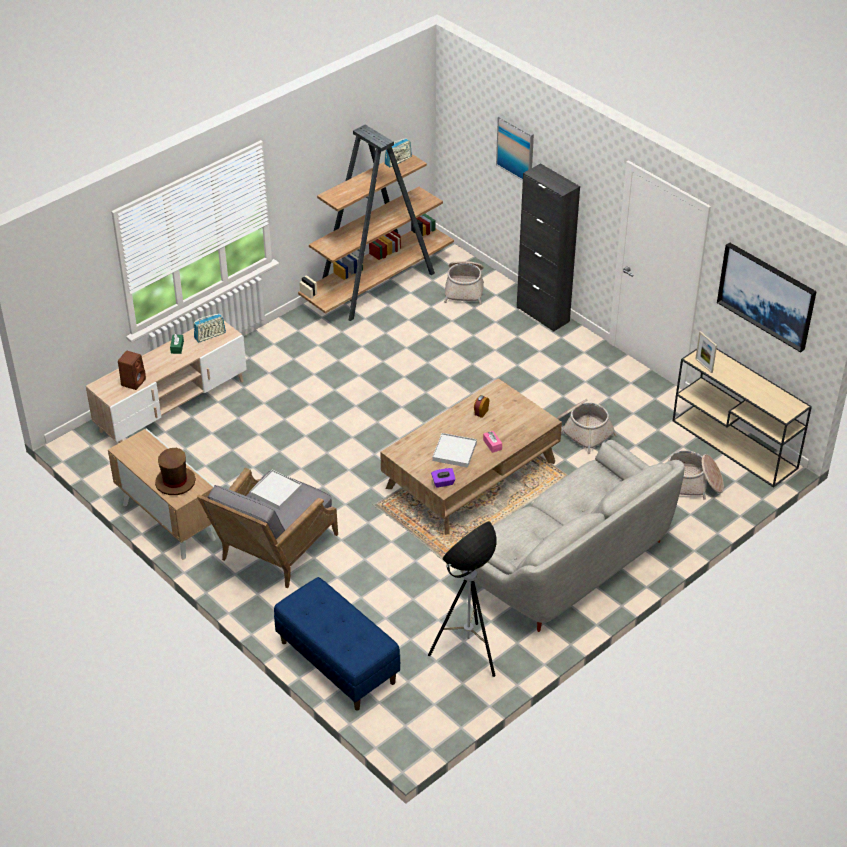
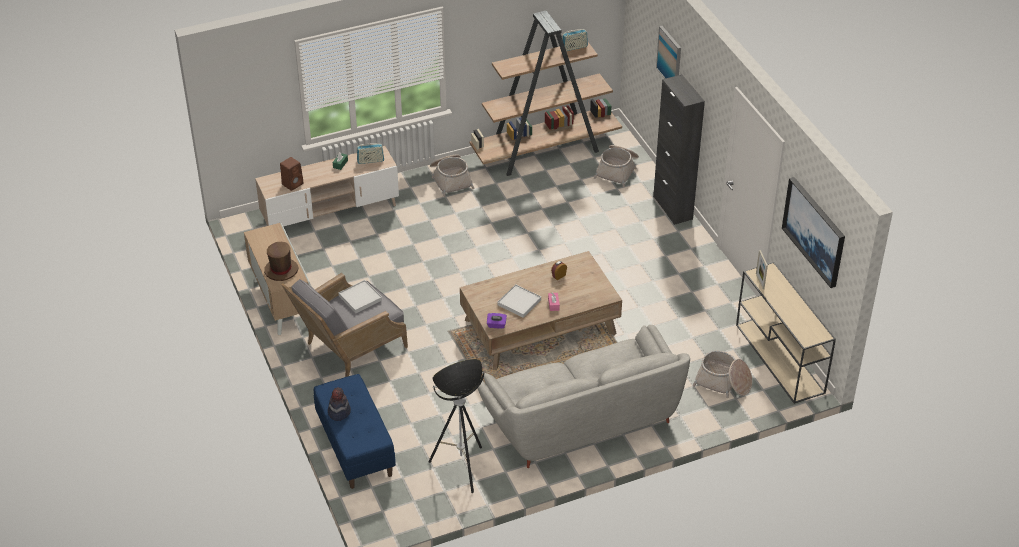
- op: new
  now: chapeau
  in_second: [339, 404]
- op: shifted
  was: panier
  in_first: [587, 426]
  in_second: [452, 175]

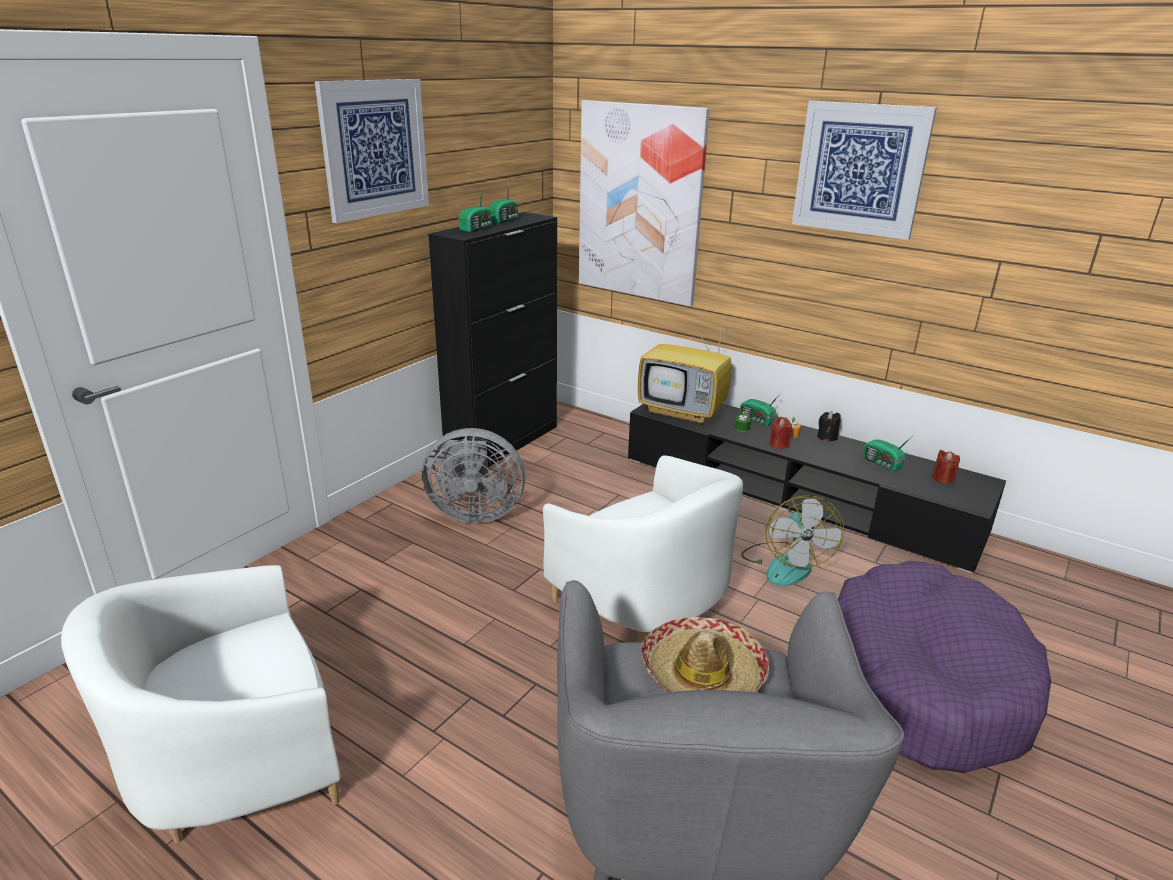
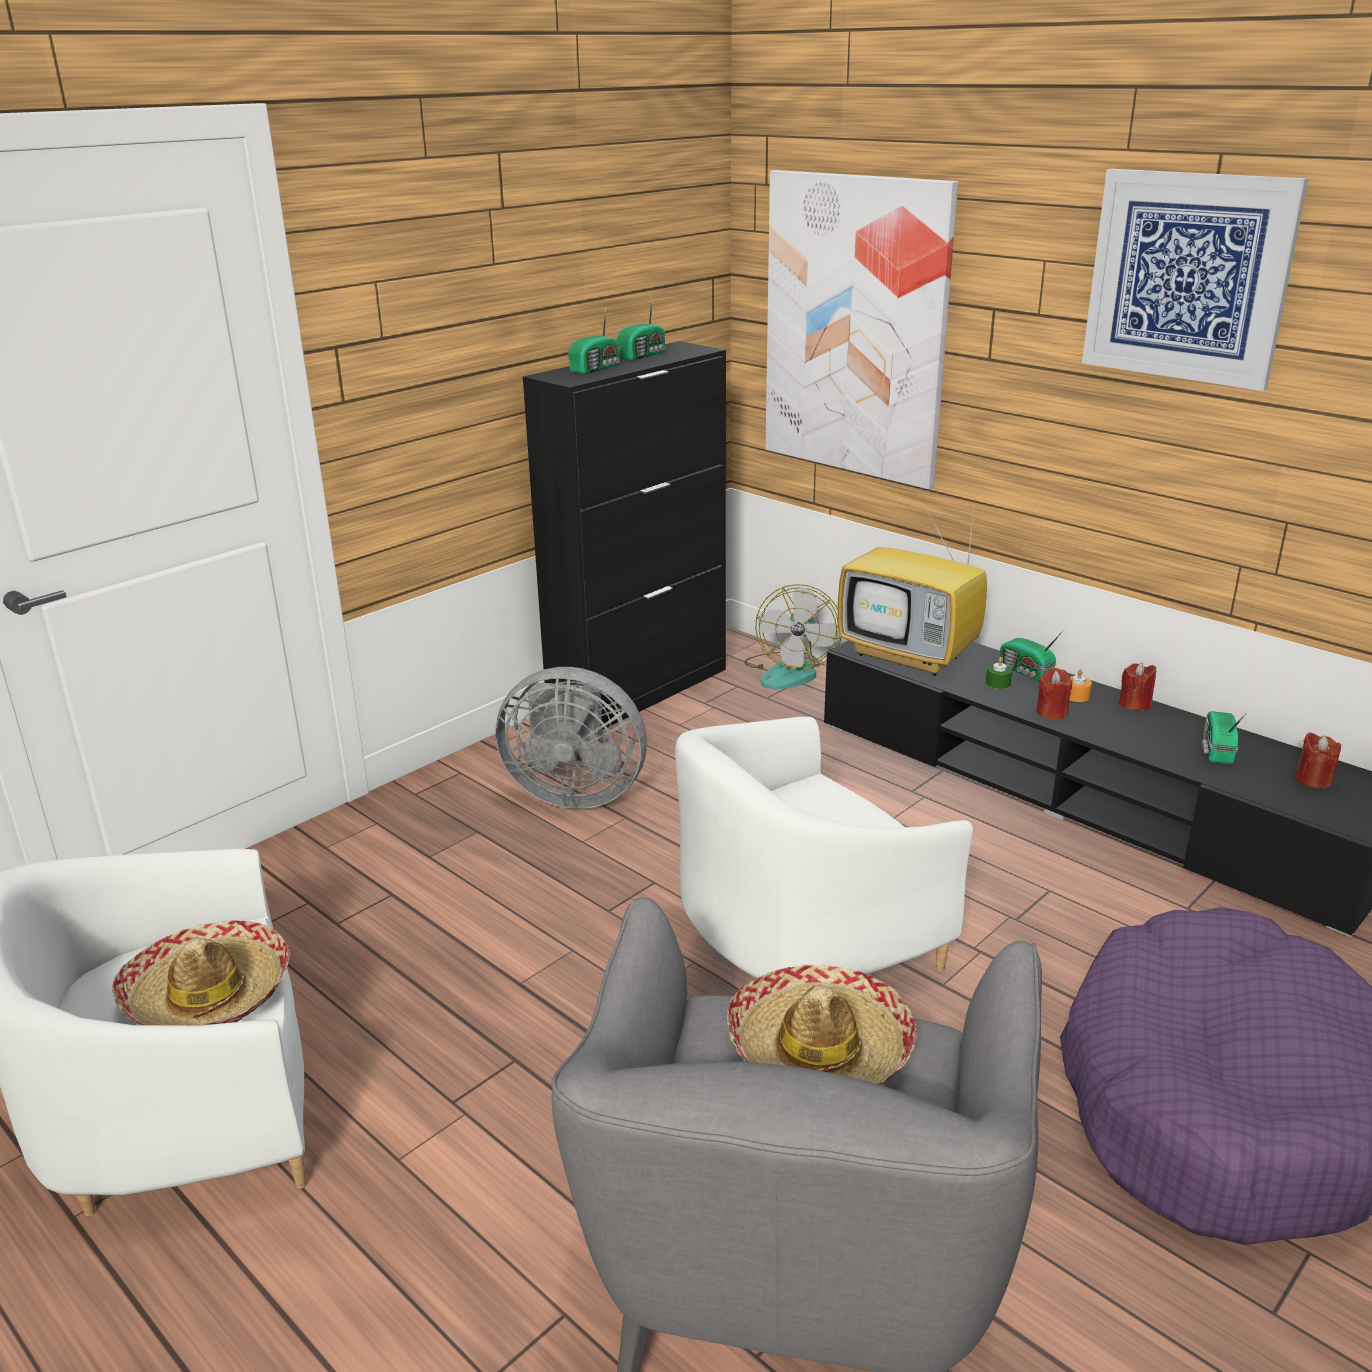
- op: new
  now: chapeau
  in_second: [201, 972]
- op: rotated
  was: fauteuil/blanc
  in_first: [643, 548]
  in_second: [824, 847]
  clockwise: 90
- op: shifted
  was: ventilateur
  in_first: [792, 540]
  in_second: [793, 636]
- op: repainted
  was: bougie/noir
  now: bougie/rouge
  in_first: [829, 426]
  in_second: [1137, 686]
- op: rotated
  was: radio
  in_first: [887, 454]
  in_second: [1224, 737]
  clockwise: 45
- op: gone
  was: tableau
  in_first: [372, 151]

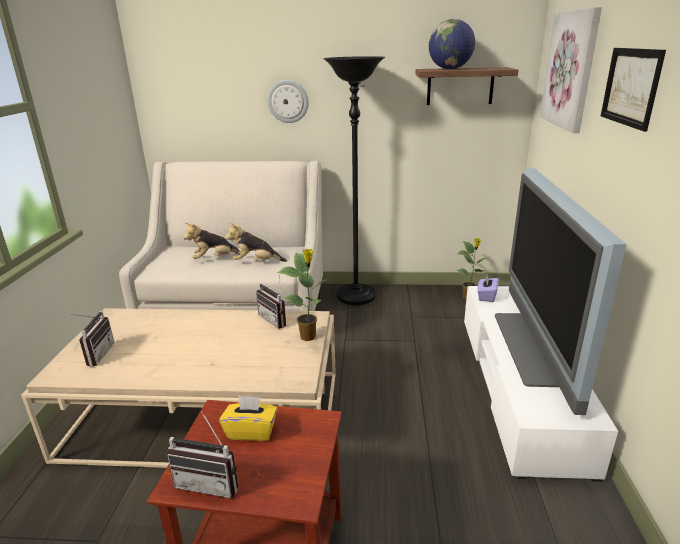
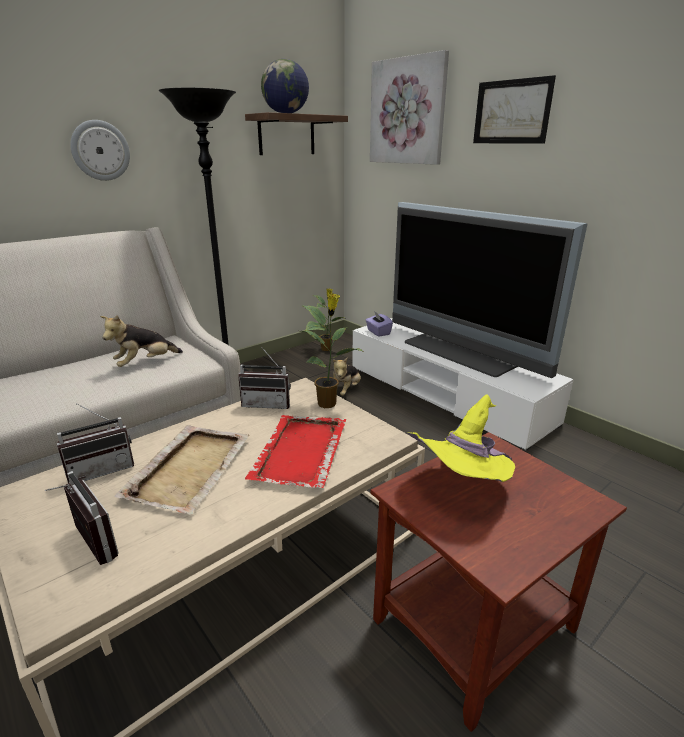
- op: shifted
  was: radio
  in_first: [202, 454]
  in_second: [95, 443]
- op: new
  now: plateau/beige
  in_second: [181, 470]
- op: new
  now: plateau/rouge
  in_second: [295, 451]
- op: shifted
  was: peluche
  in_first: [212, 241]
  in_second: [347, 377]
- op: swapped
  was: boîte à mouchoirs/jaune
  now: chapeau/jaune
  in_first: [248, 418]
  in_second: [461, 438]

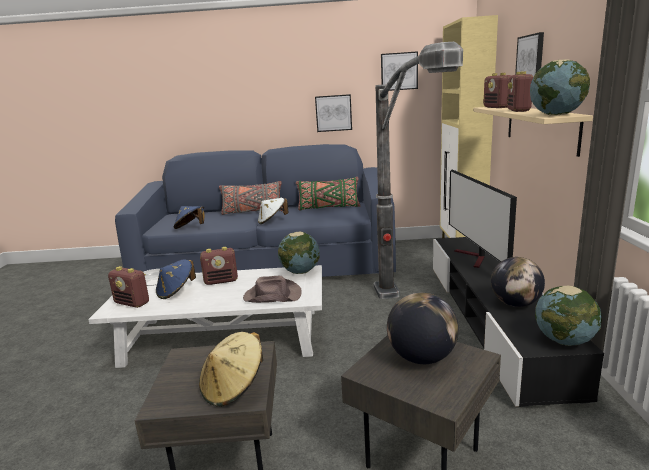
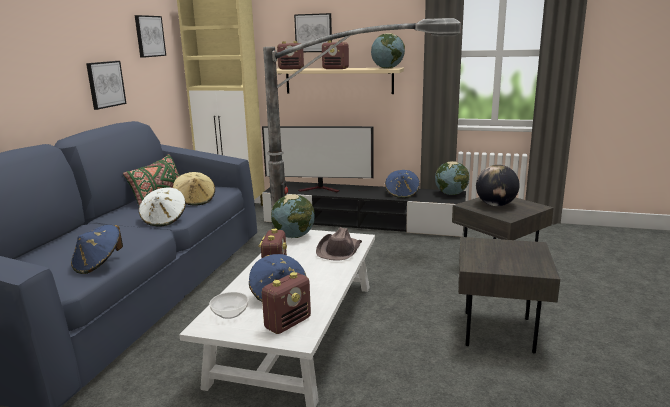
- op: shifted
  was: chapeau/beige
  in_first: [231, 369]
  in_second: [194, 189]
- op: swapped
  was: globe
  now: chapeau/bleu
  in_first: [518, 282]
  in_second: [402, 184]
- op: gone
  was: coussin/gris
  in_first: [251, 198]

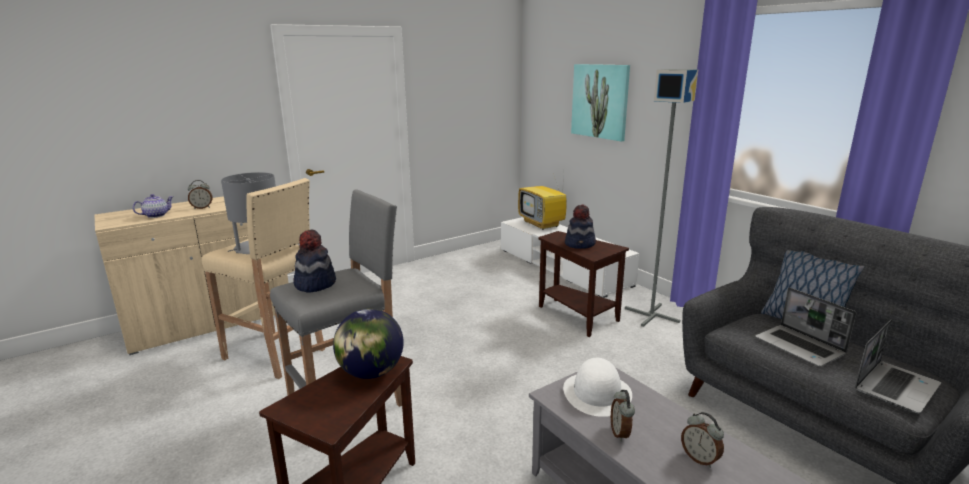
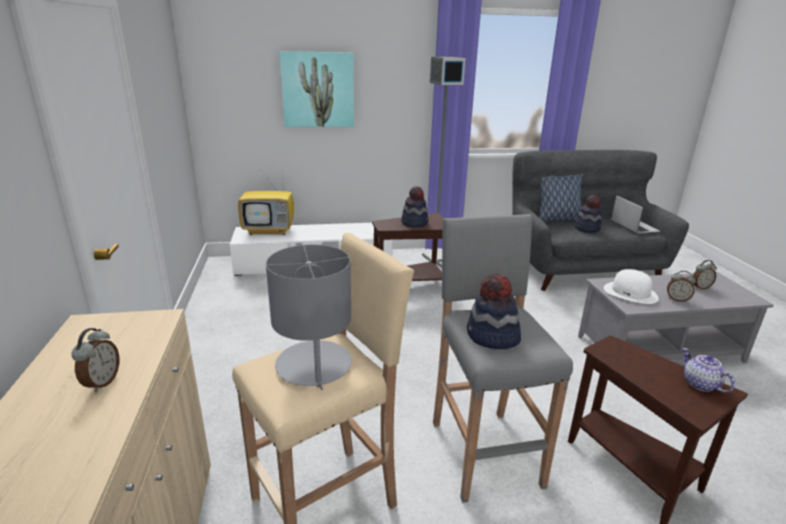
- op: swapped
  was: ordinateur portable
  now: chapeau
  in_first: [806, 327]
  in_second: [588, 214]
- op: shifted
  was: théière
  in_first: [153, 206]
  in_second: [708, 370]
- op: gone
  was: globe
  in_first: [368, 344]

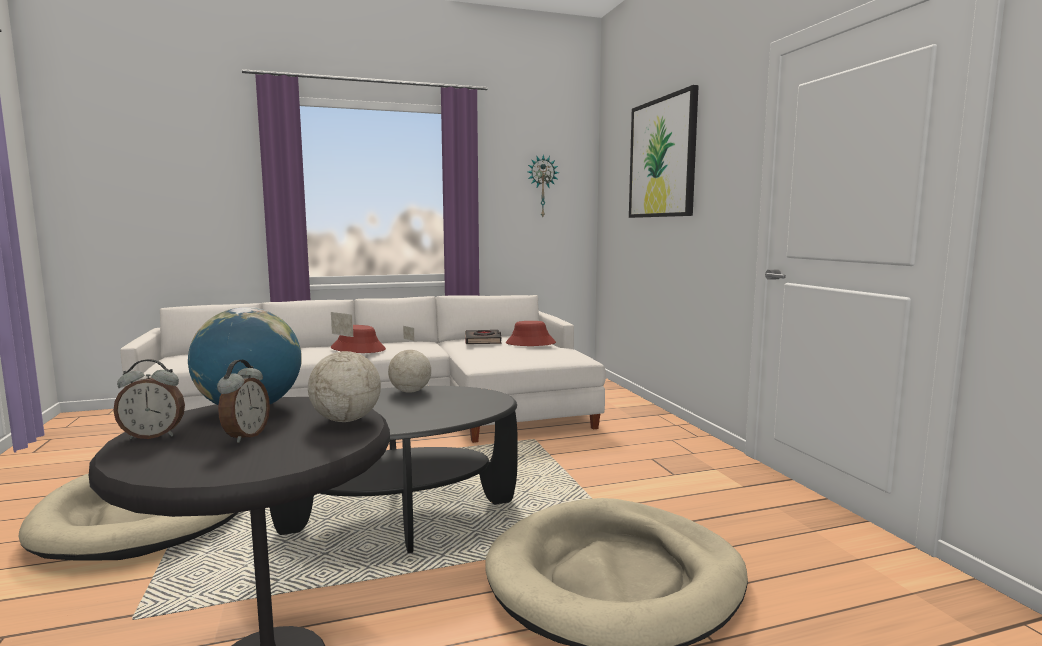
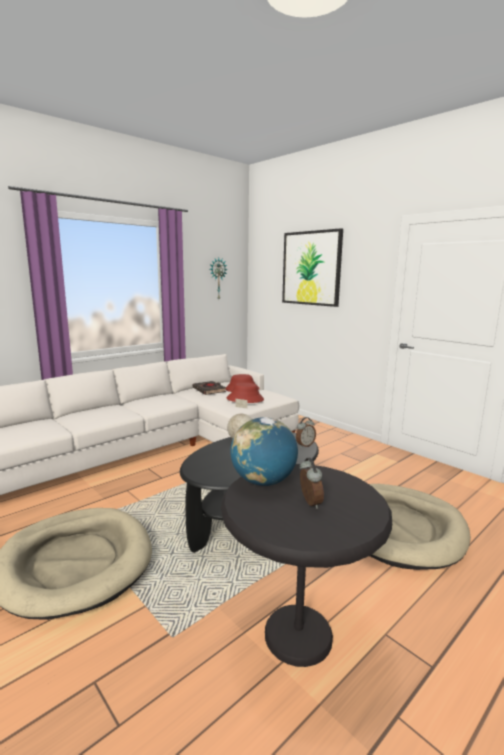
- op: shifted
  was: chapeau/rouge
  in_first: [358, 339]
  in_second: [245, 393]
- op: shifted
  was: réveil
  in_first: [149, 399]
  in_second: [306, 432]
- op: gone
  was: globe
  in_first: [344, 367]

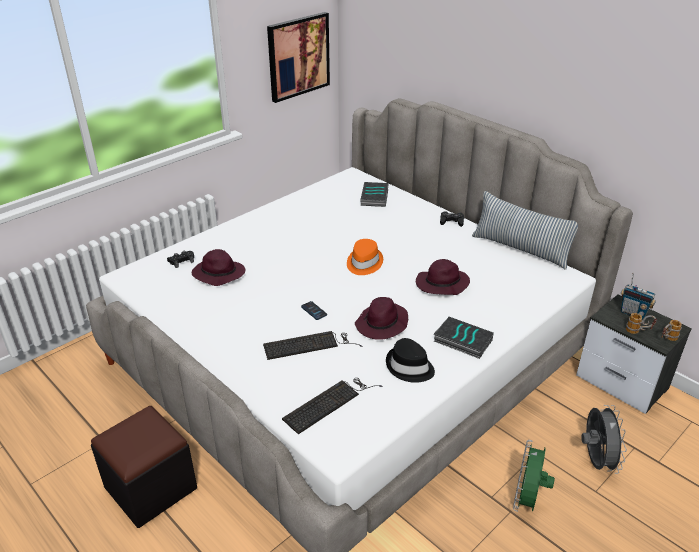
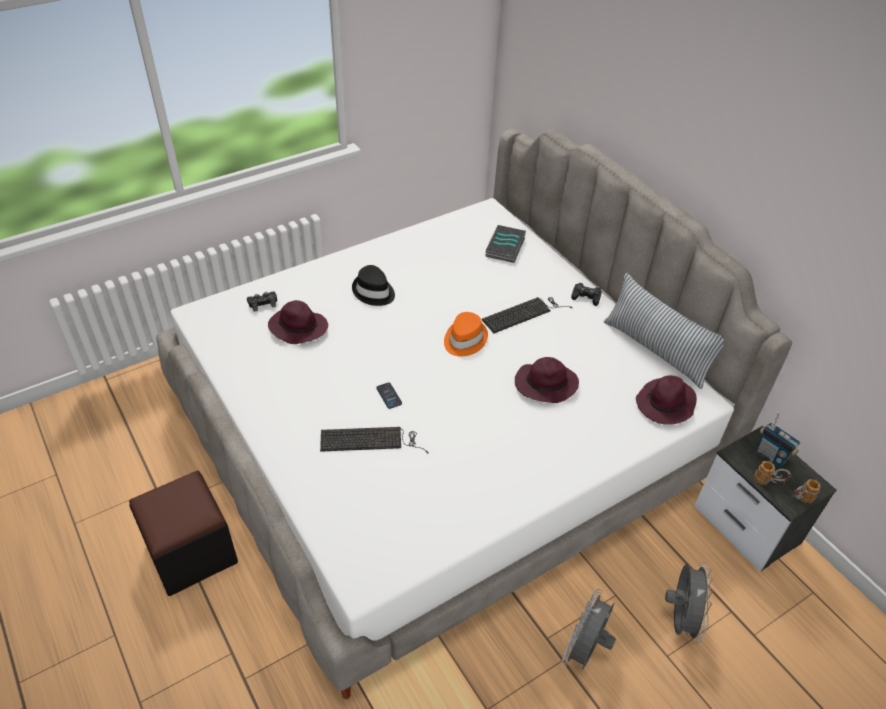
- op: shifted
  was: chapeau/noir
  in_first: [410, 360]
  in_second: [373, 285]
- op: shifted
  was: clavier
  in_first: [332, 406]
  in_second: [527, 315]
- op: repainted
  was: ventilateur/vert
  now: ventilateur/gris
  in_first: [534, 476]
  in_second: [589, 629]
- op: shifted
  was: chapeau/violet
  in_first: [381, 318]
  in_second: [666, 400]
- op: gone
  was: tableau
  in_first: [298, 57]
- op: gone
  was: livre
  in_first: [464, 338]

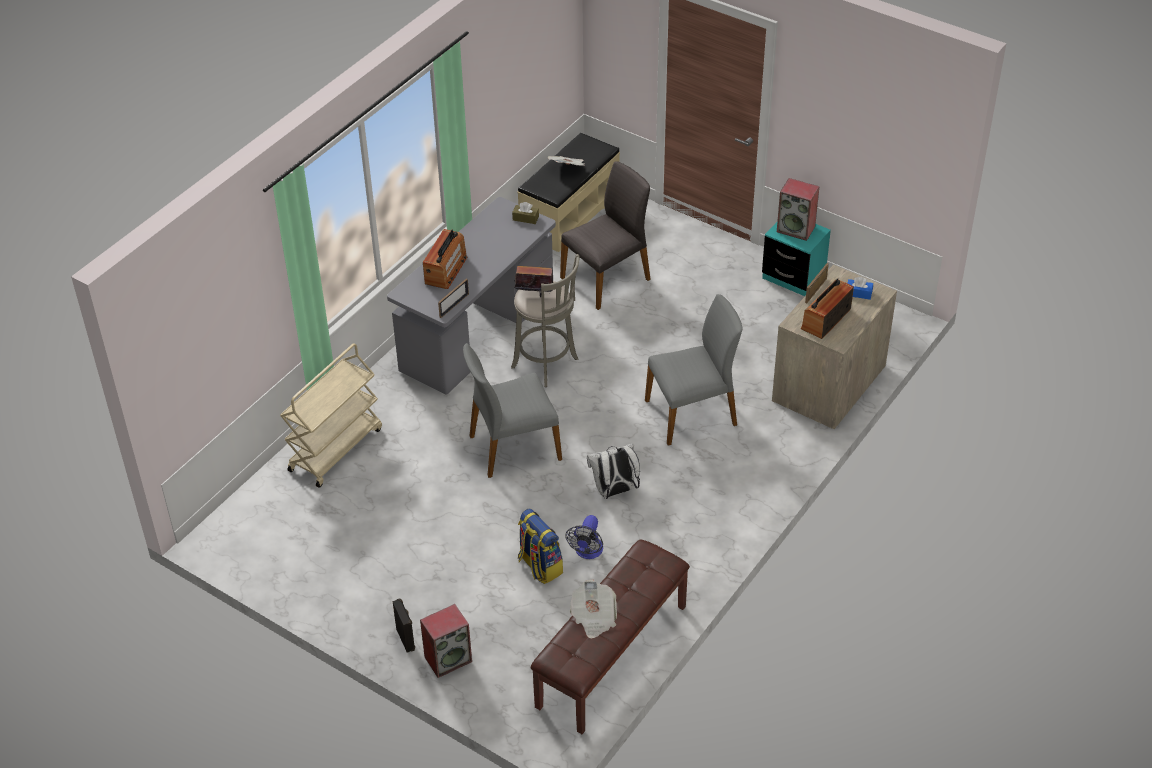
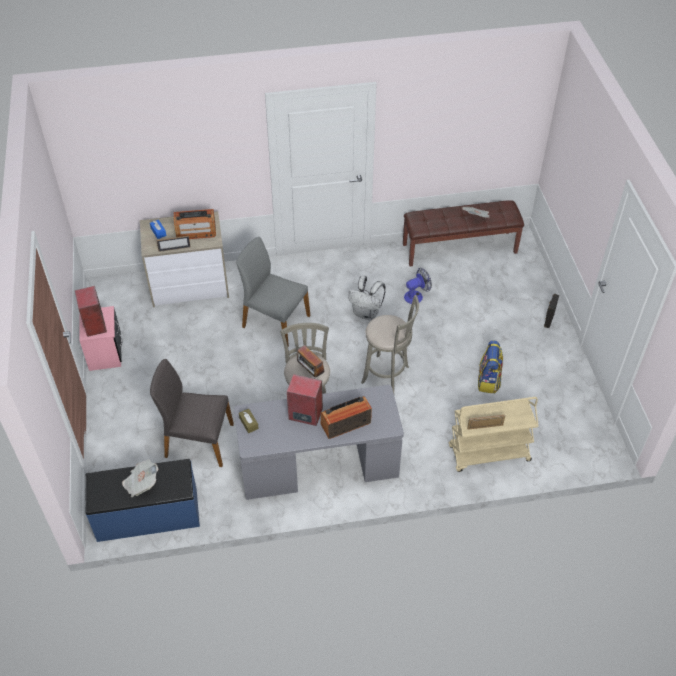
- op: repainted
  was: table de chevet/turquoise
  now: table de chevet/rose
  in_first: [796, 259]
  in_second: [100, 338]
- op: repainted
  was: banc/beige
  now: banc/bleu
  in_first: [569, 192]
  in_second: [143, 500]
- op: shifted
  was: enceinte
  in_first: [446, 641]
  in_second: [305, 400]
- op: swapped
  was: chaise/gris
  now: tabouret/gris
  in_first: [512, 410]
  in_second: [390, 344]
- op: shifted
  was: cadre photo
  in_first: [453, 298]
  in_second: [486, 422]
- op: shifted
  was: sac à dos
  in_first: [540, 546]
  in_second: [490, 366]

